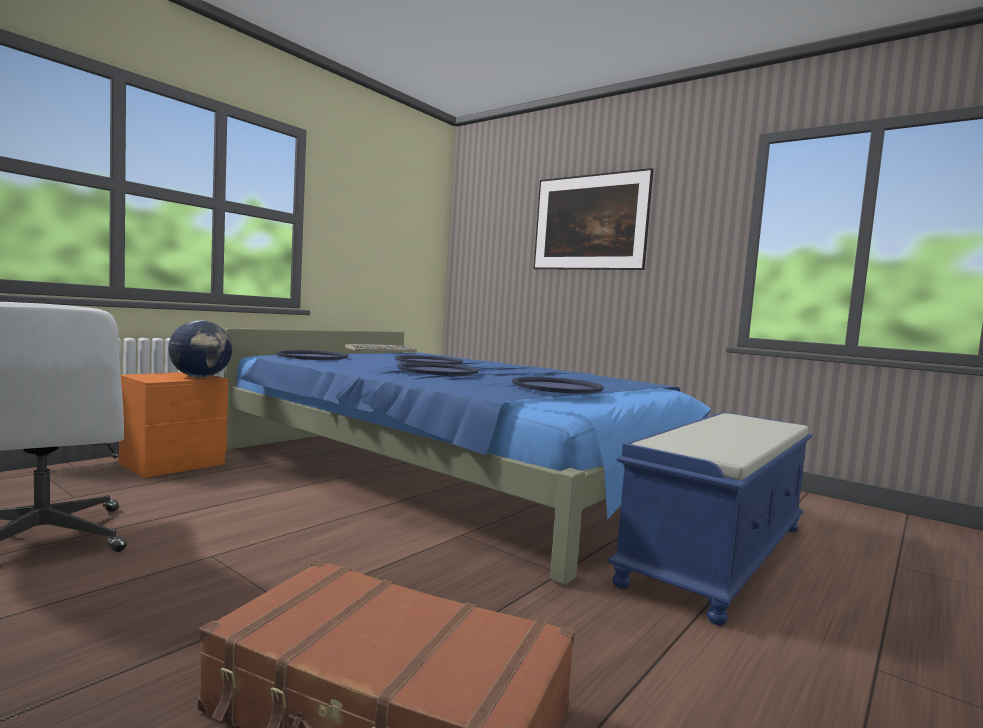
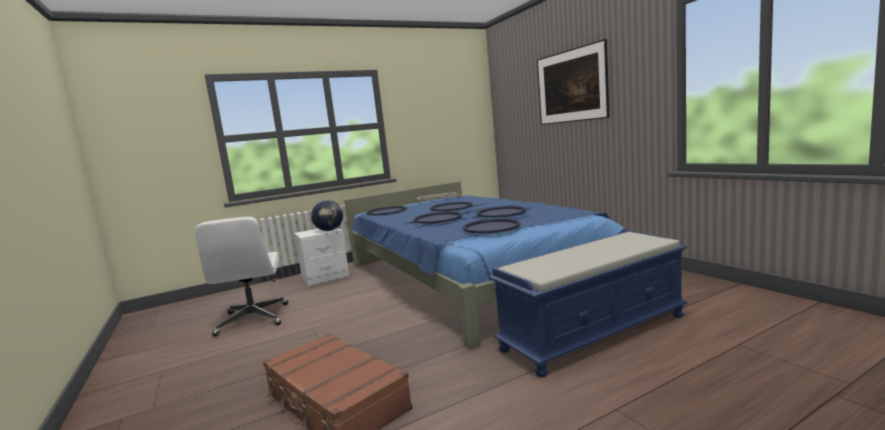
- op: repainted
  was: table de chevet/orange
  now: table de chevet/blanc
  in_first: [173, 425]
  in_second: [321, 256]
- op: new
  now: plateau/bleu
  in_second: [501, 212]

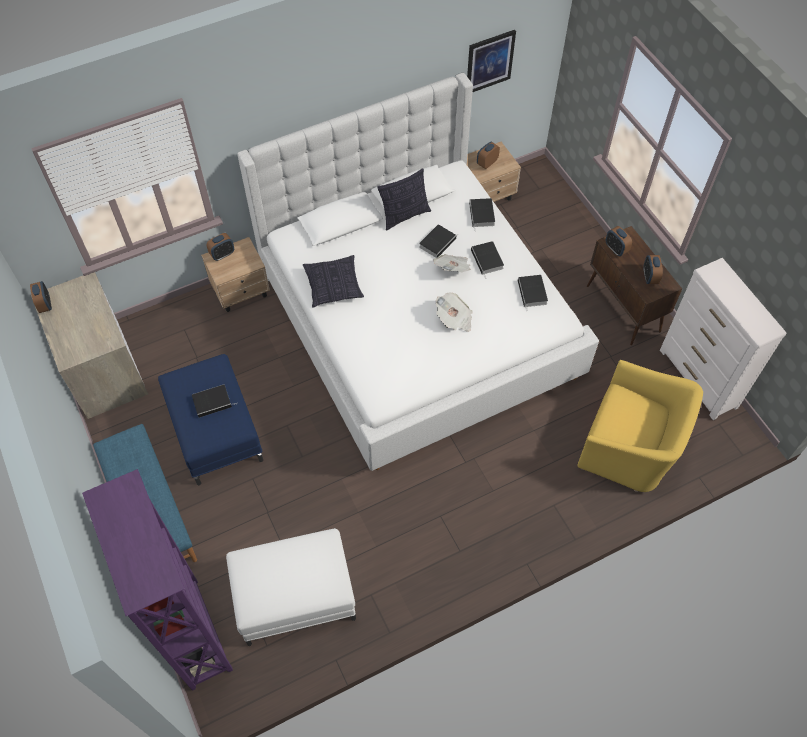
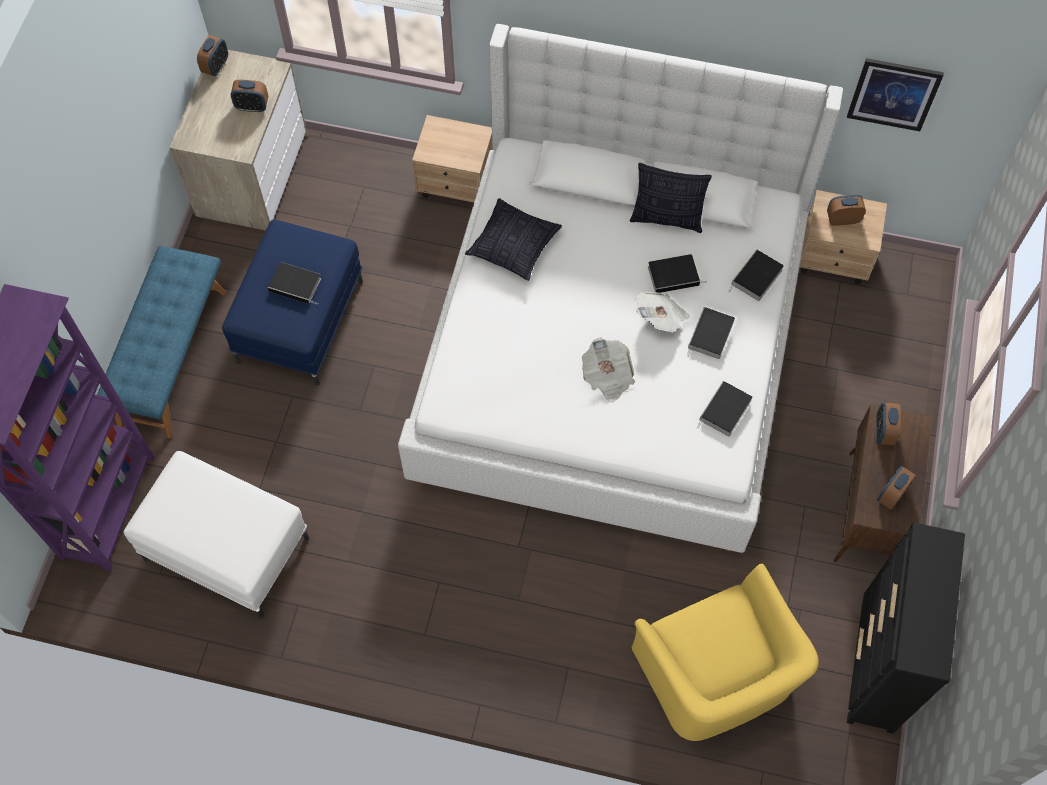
- op: shifted
  was: réveil
  in_first: [220, 247]
  in_second: [249, 96]
- op: repainted
  was: commode/blanc
  now: commode/noir
  in_first: [723, 339]
  in_second: [906, 628]

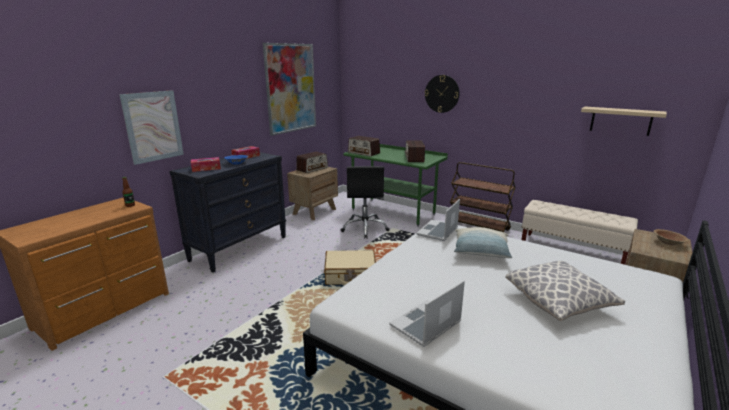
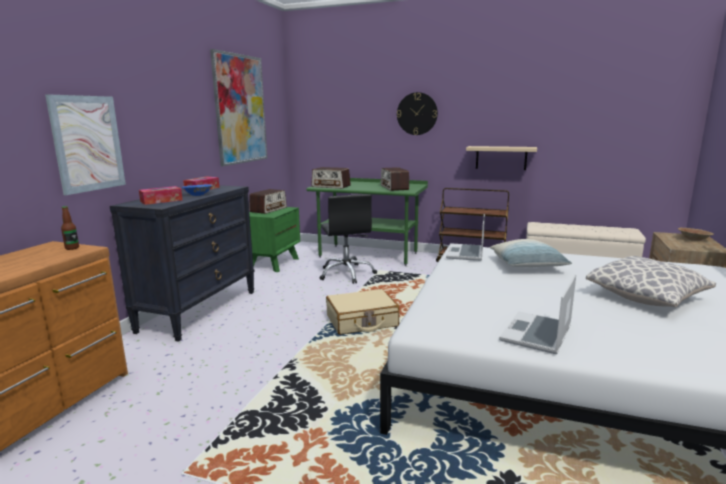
- op: repainted
  was: table de chevet/marron
  now: table de chevet/vert
  in_first: [312, 193]
  in_second: [274, 239]
- op: shifted
  was: étagère/beige
  in_first: [624, 121]
  in_second: [501, 158]

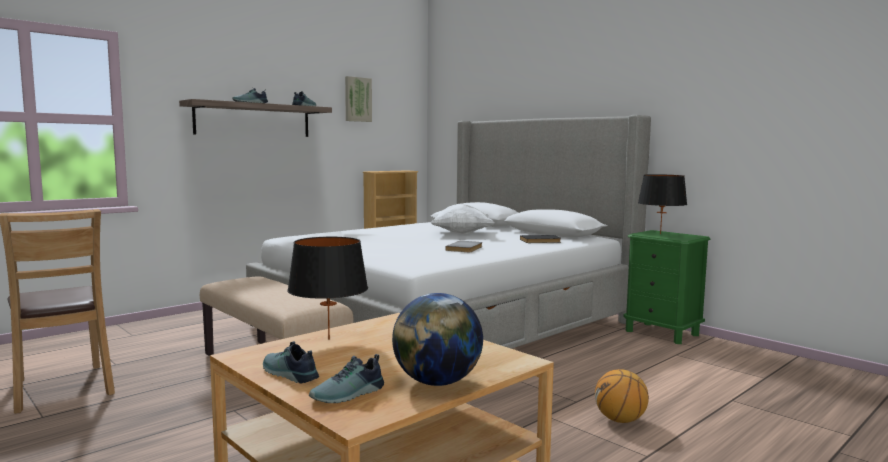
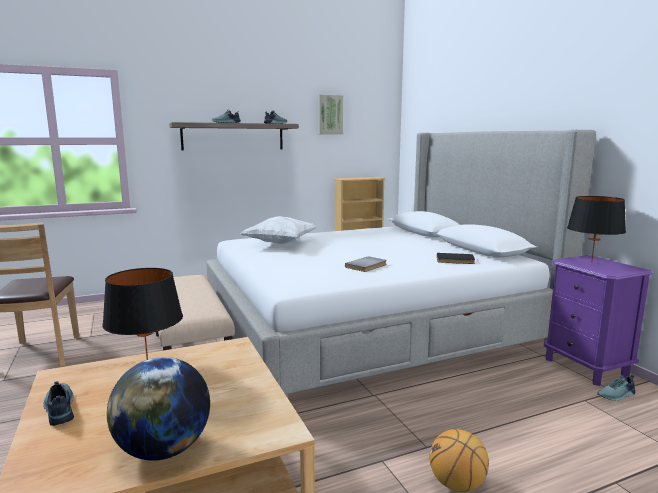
- op: shifted
  was: coussin/blanc
  in_first: [463, 219]
  in_second: [278, 230]
- op: repainted
  was: table de chevet/vert
  now: table de chevet/violet
  in_first: [667, 287]
  in_second: [598, 320]
- op: shifted
  was: chaussure
  in_first: [346, 378]
  in_second: [616, 387]

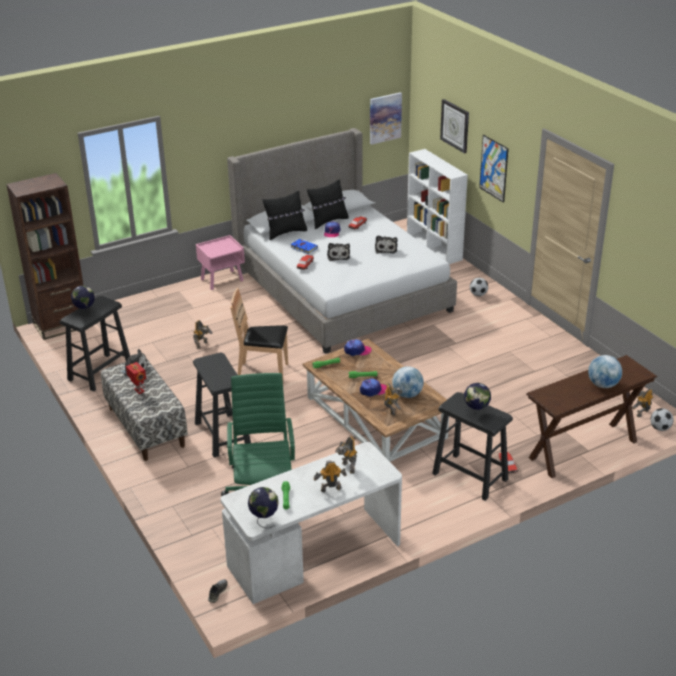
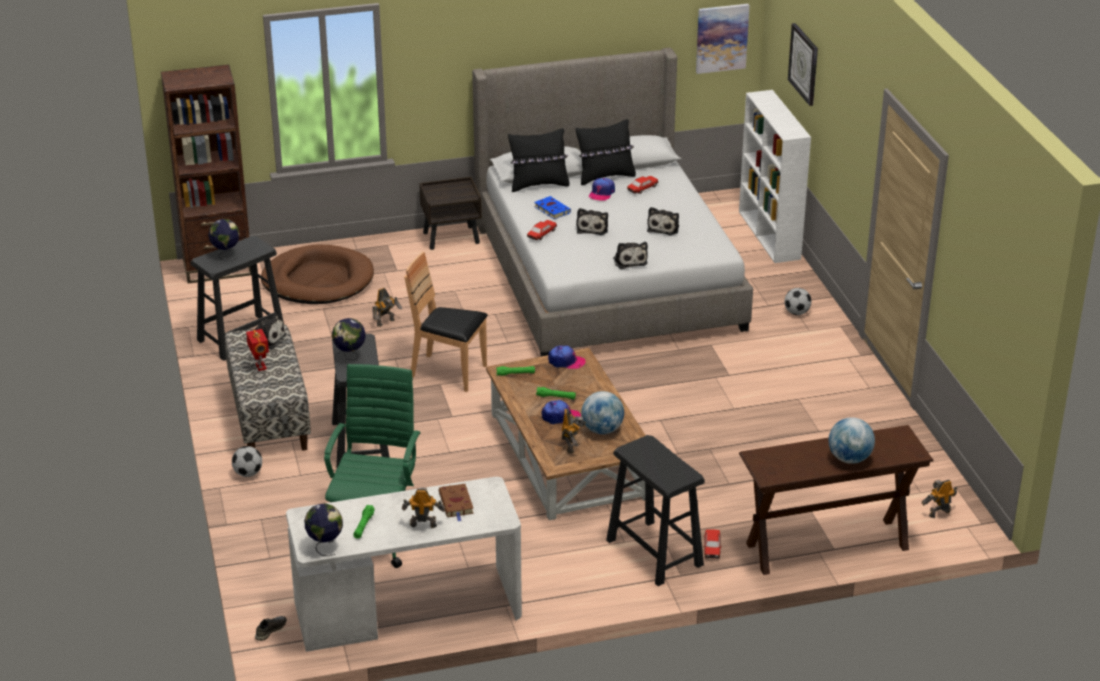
- op: shifted
  was: ballon de foot
  in_first: [661, 419]
  in_second: [247, 461]
- op: new
  now: panier pour chien/marron
  in_second: [317, 274]
- op: shifted
  was: globe
  in_first: [477, 399]
  in_second: [349, 339]
- op: repainted
  was: table de chevet/rose
  now: table de chevet/marron
  in_first: [220, 262]
  in_second: [450, 213]
- op: swapped
  was: robot jouet
  now: livre/marron
  in_first: [346, 455]
  in_second: [456, 503]
- op: new
  now: peluche
  in_second: [630, 255]
- op: gone
  was: tableau
  in_first: [494, 169]

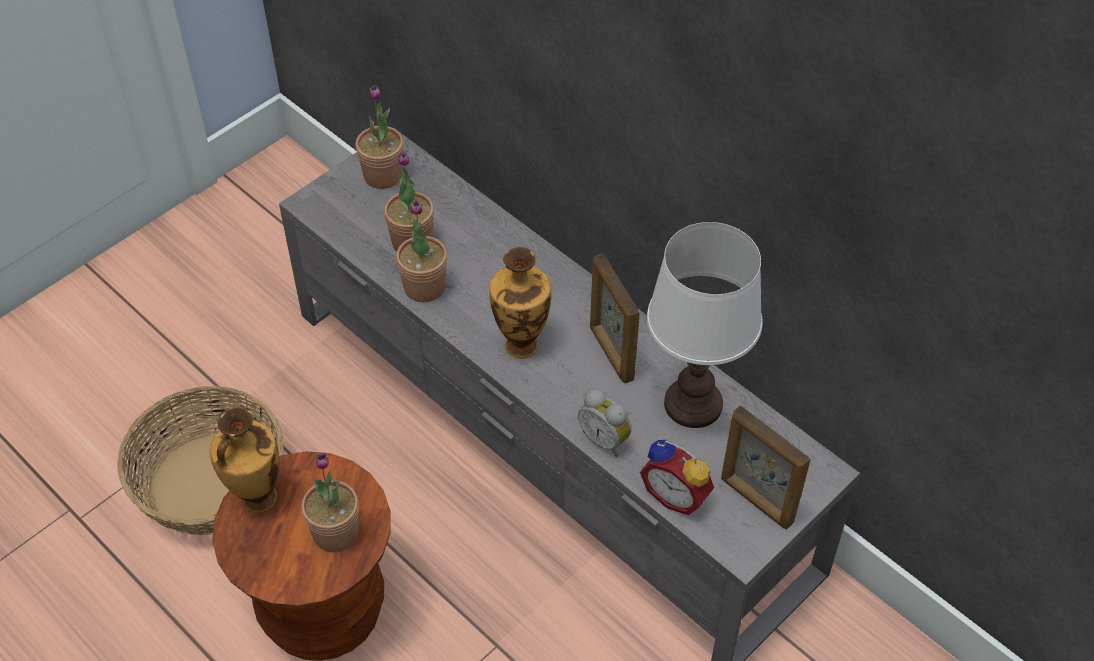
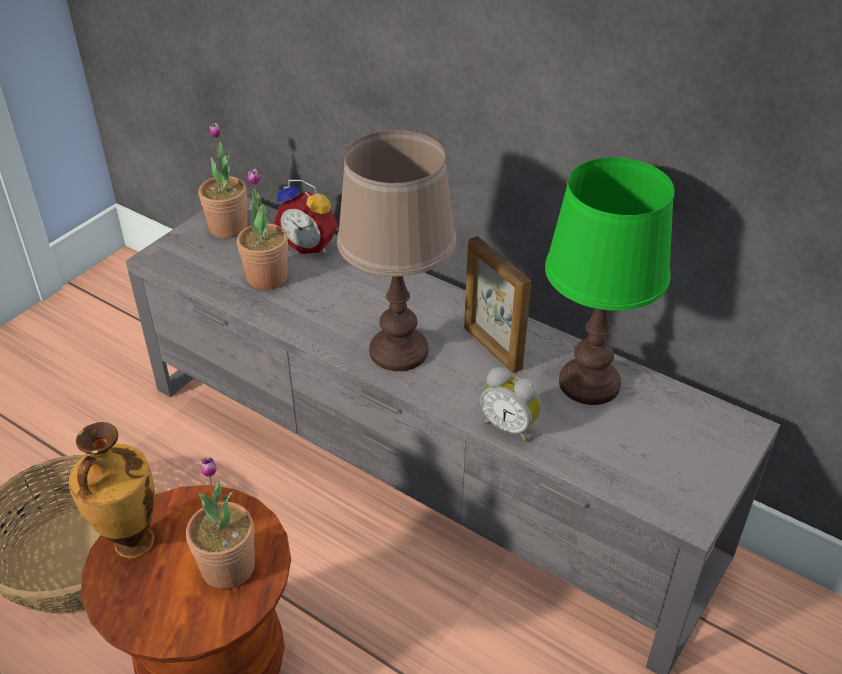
- op: shifted
  was: réveil
  in_first: [677, 477]
  in_second: [306, 217]
- op: swapped
  was: vase
  now: lampe de table/marron
  in_first: [520, 303]
  in_second: [397, 250]
- op: repainted
  was: lampe de table/blanc
  now: lampe de table/vert
  in_first: [704, 325]
  in_second: [610, 281]
- op: gone
  was: plante en pot
  in_first: [421, 250]
- op: gone
  was: cadre photo
  in_first: [765, 467]

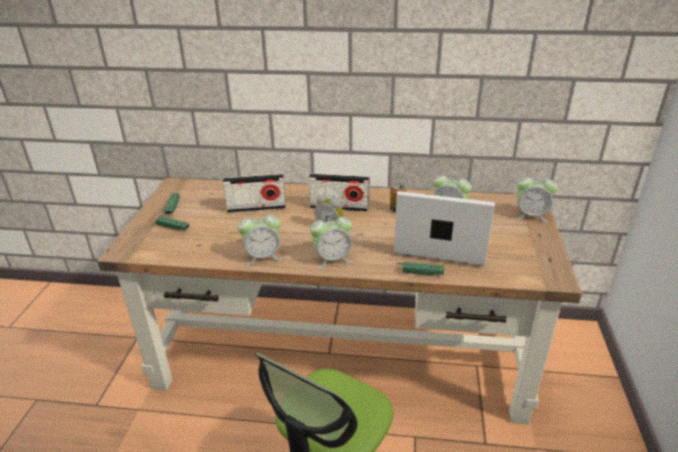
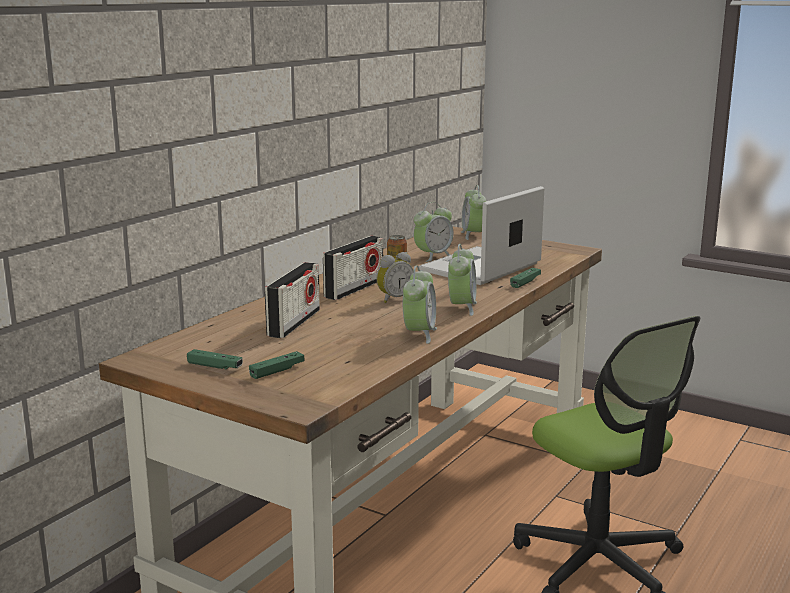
- op: rotated
  was: réveil
  in_first: [536, 197]
  in_second: [473, 212]
  clockwise: 135

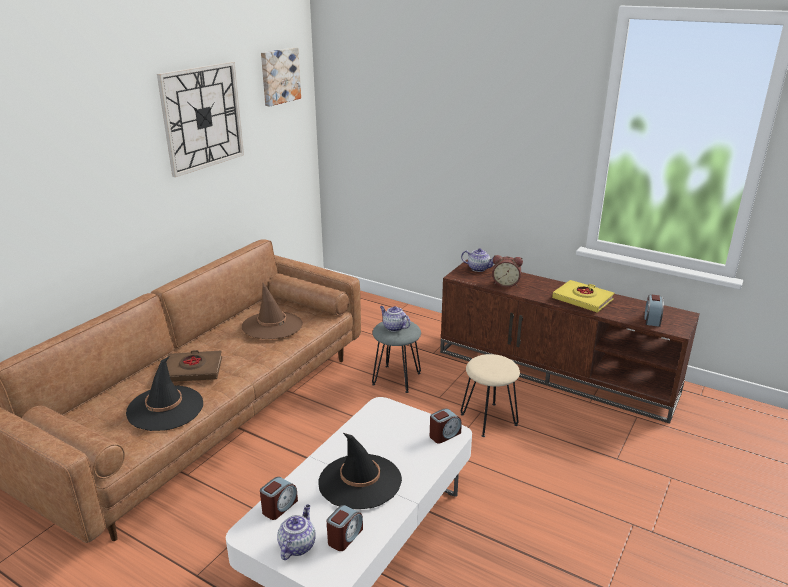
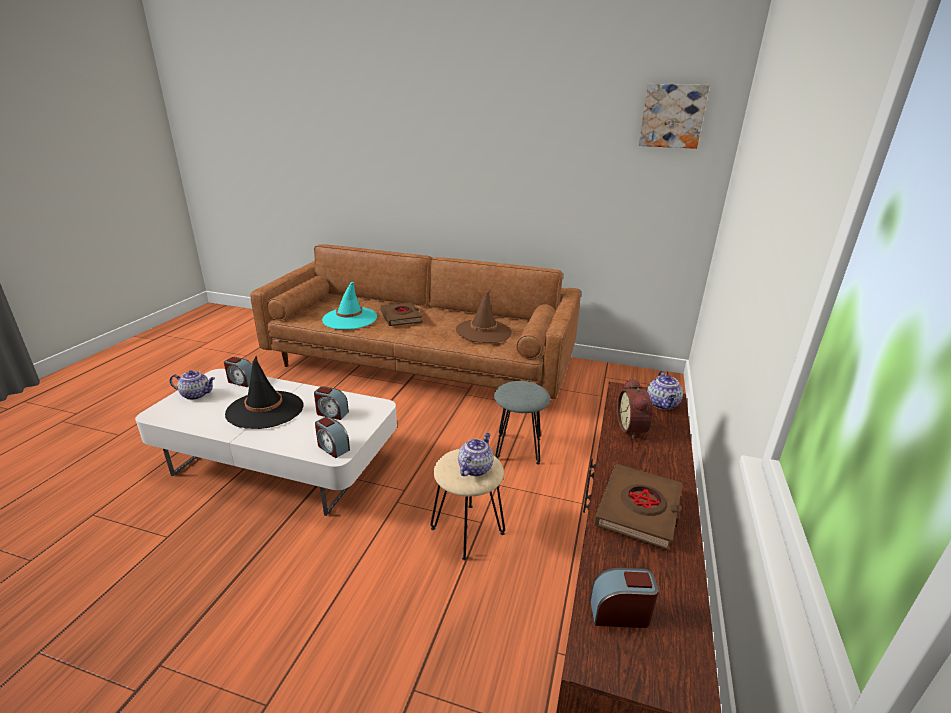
- op: shifted
  was: réveil
  in_first: [345, 528]
  in_second: [331, 403]
- op: repainted
  was: chapeau/noir
  now: chapeau/turquoise
  in_first: [164, 394]
  in_second: [349, 305]
- op: shifted
  was: théière
  in_first: [395, 319]
  in_second: [476, 454]
- op: repainted
  was: livre/jaune
  now: livre/marron
  in_first: [583, 296]
  in_second: [638, 507]
- op: gone
  was: horloge murale
  in_first: [200, 119]

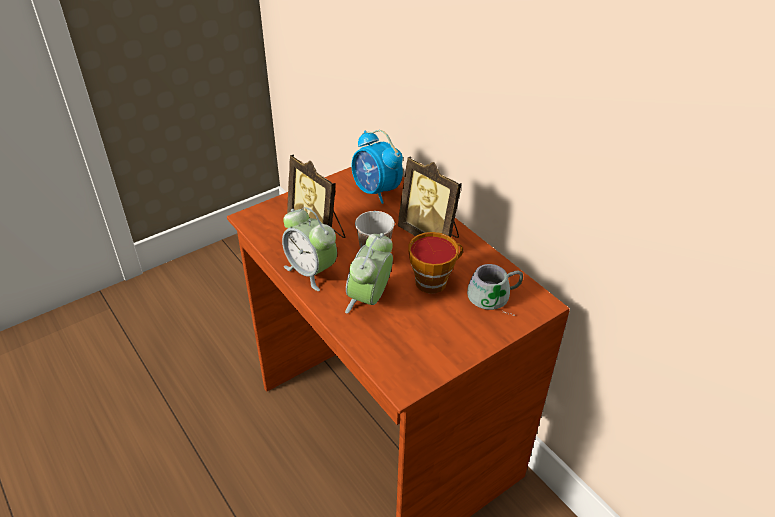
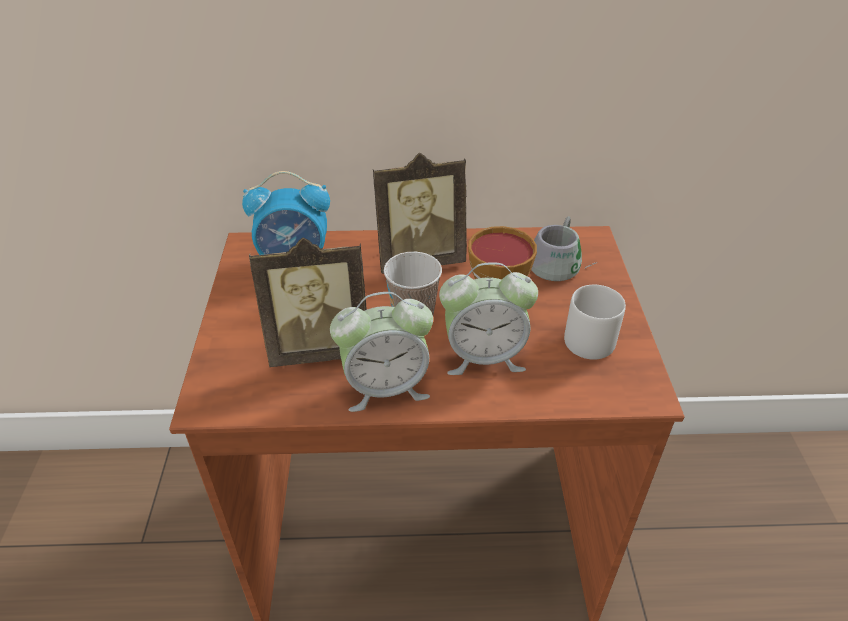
- op: rotated
  was: réveil
  in_first: [369, 273]
  in_second: [488, 318]
  clockwise: -60
- op: new
  now: mug/gris
  in_second: [595, 322]

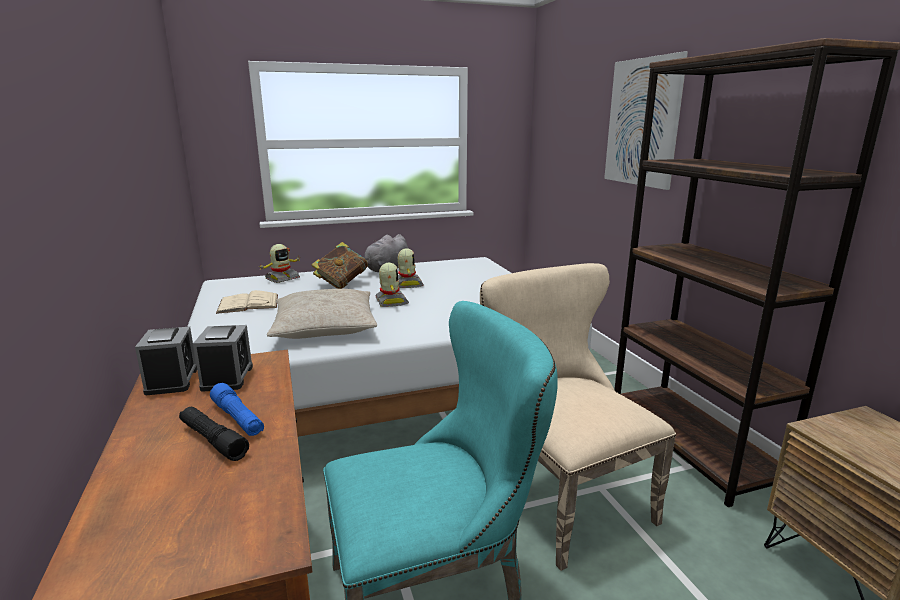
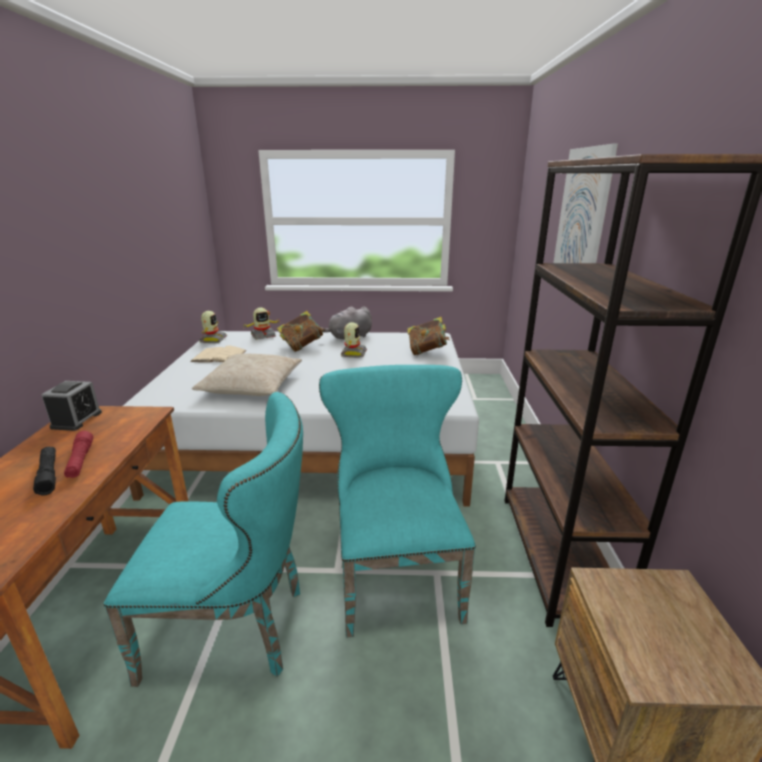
- op: repainted
  was: lampe de poche/bleu
  now: lampe de poche/rouge
  in_first: [237, 409]
  in_second: [78, 454]
- op: shifted
  was: robot jouet
  in_first: [392, 285]
  in_second: [213, 327]
- op: repainted
  was: chaise/beige
  now: chaise/turquoise
  in_first: [578, 417]
  in_second: [397, 501]
- op: new
  now: livre
  in_second: [428, 336]
- op: gone
  was: réveil
  in_first: [223, 358]

